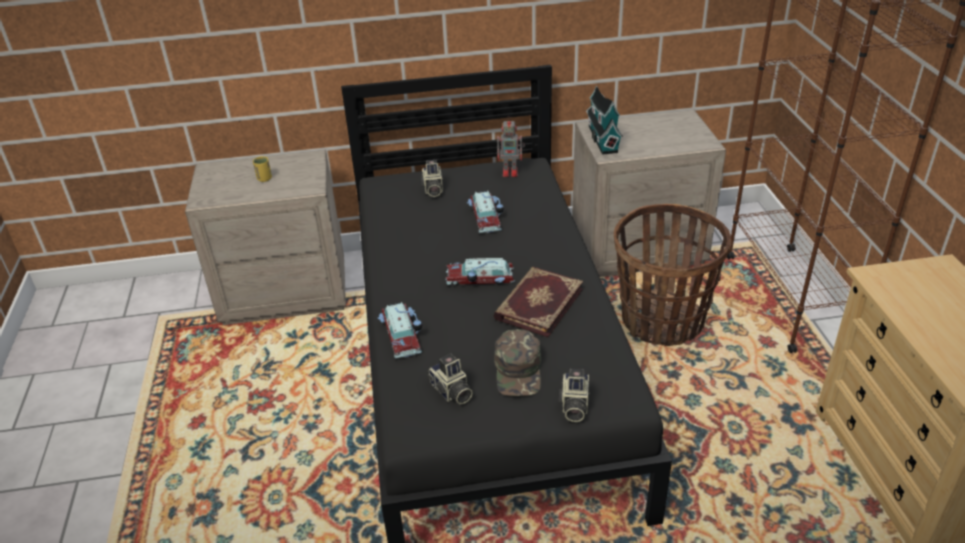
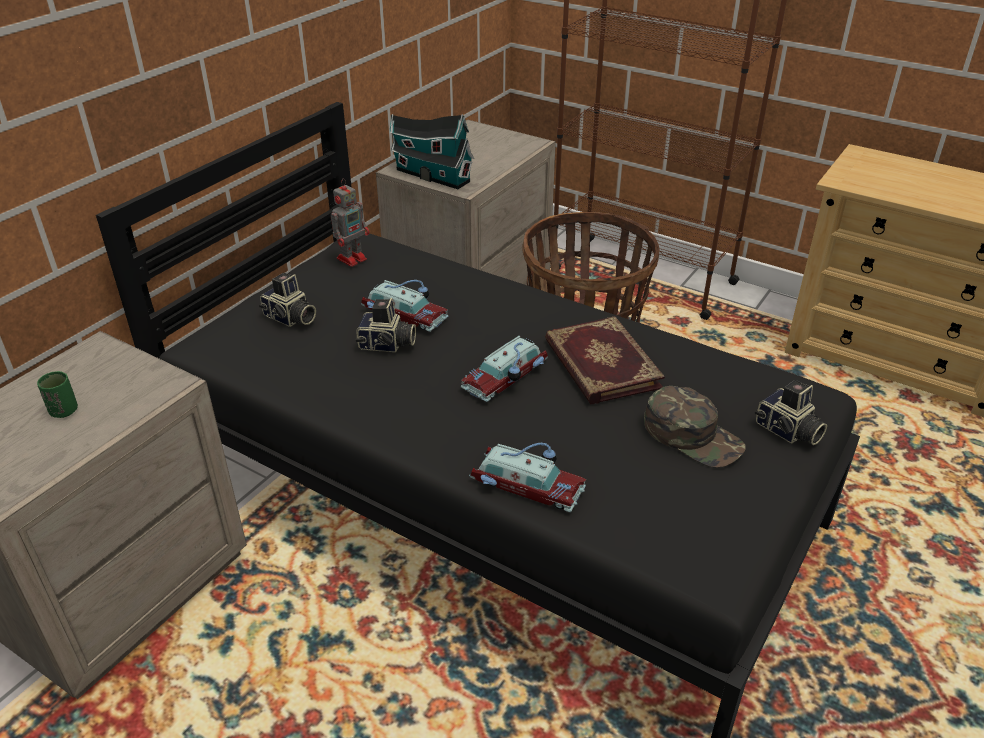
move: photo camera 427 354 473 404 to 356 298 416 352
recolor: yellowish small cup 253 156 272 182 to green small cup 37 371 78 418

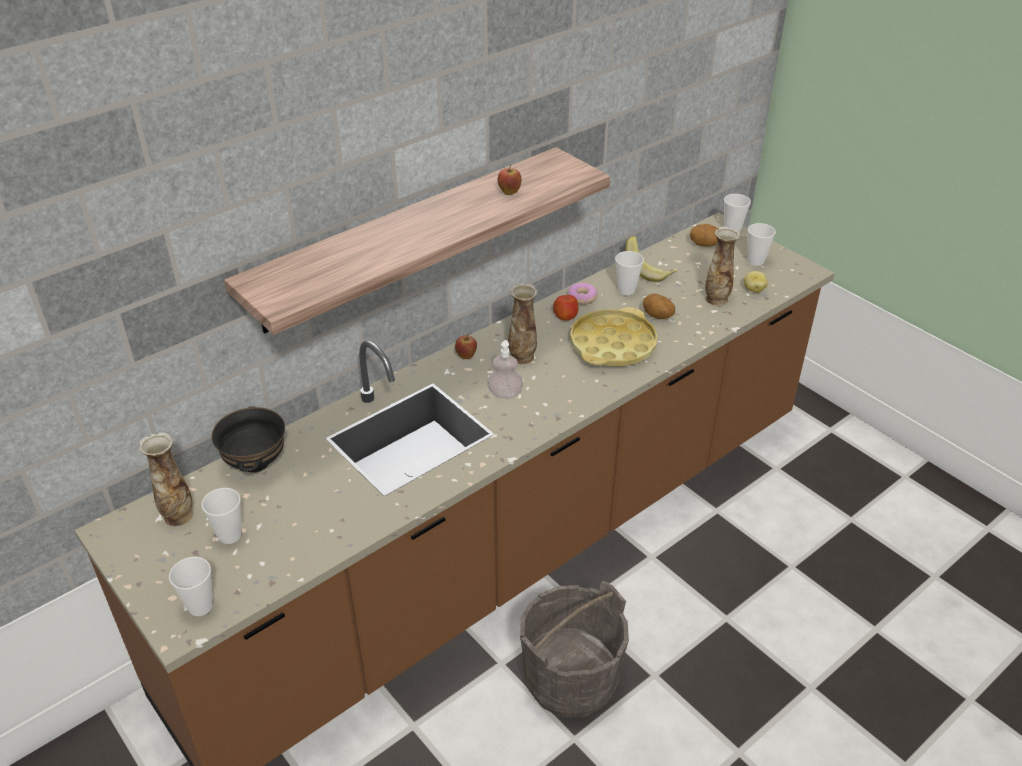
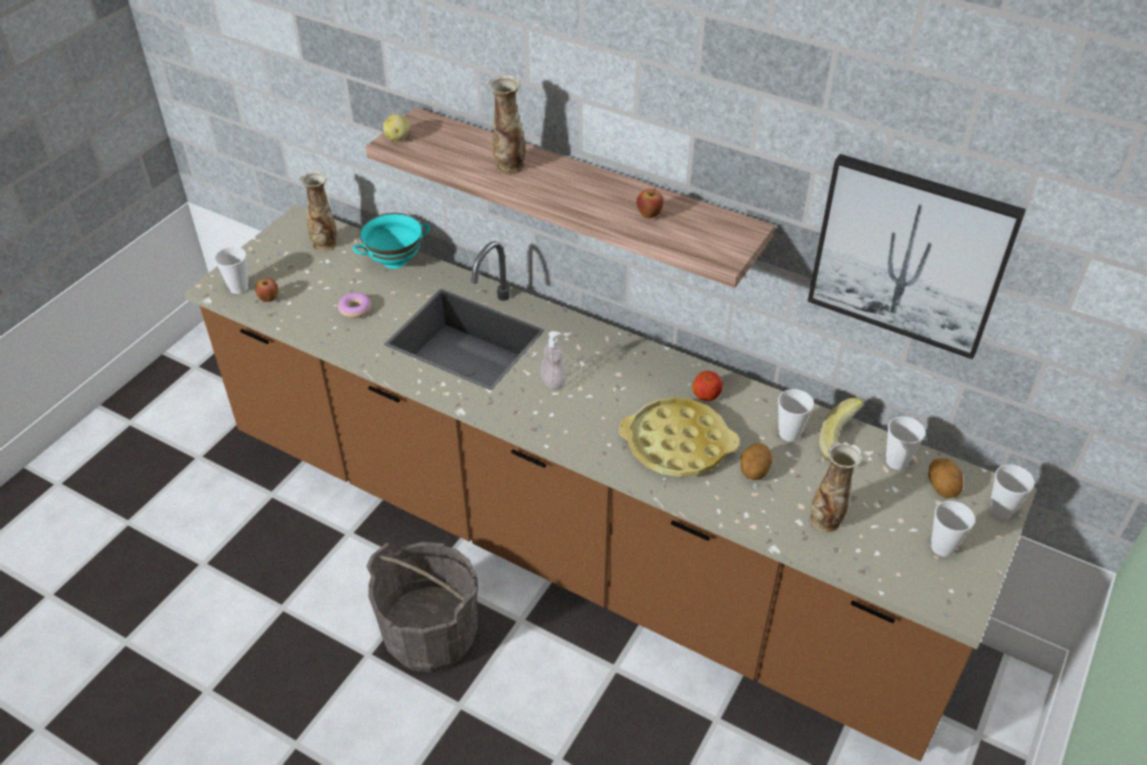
insert: wall art 807 154 1026 359
move: small cup 201 488 242 544 to 886 416 925 470; apple fruit 455 334 477 359 to 255 278 278 302; vase 508 283 538 364 to 488 75 526 174; doughnut 567 283 597 305 to 338 293 371 318; potato 744 271 768 293 to 383 114 411 142
recolor: blackish serving bowl 211 406 285 473 to turquoise serving bowl 353 213 430 269

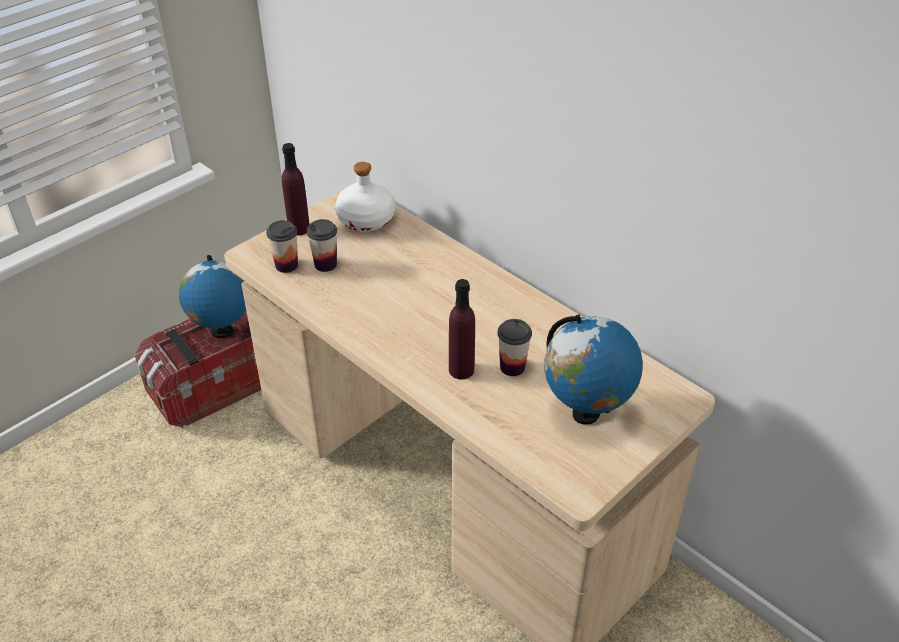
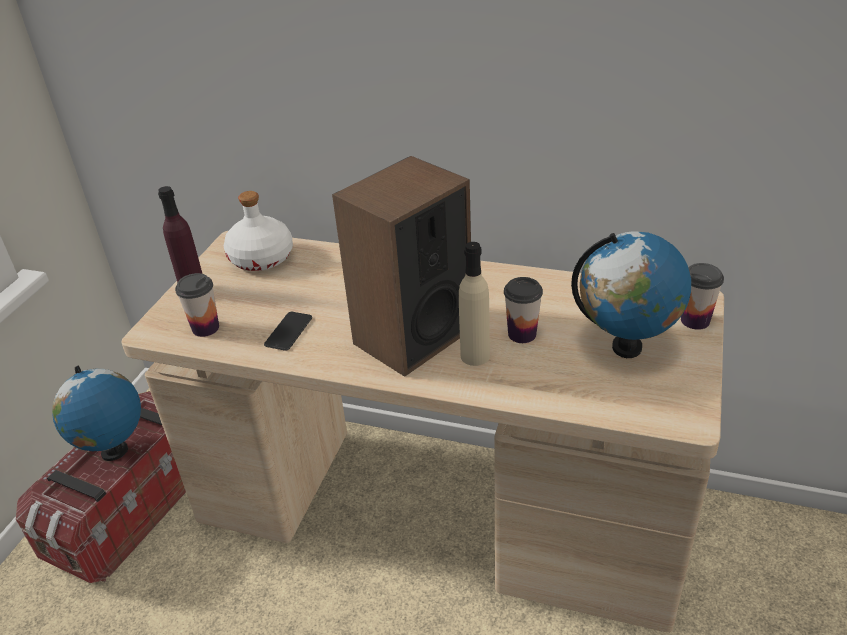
insert: handset 264 312 312 351; audio speaker 332 156 471 377
move: small cup 307 219 337 272 to 681 263 724 330
recolor: purple-coloured drink bottle 449 279 475 379 to beige-coloured drink bottle 459 242 490 366

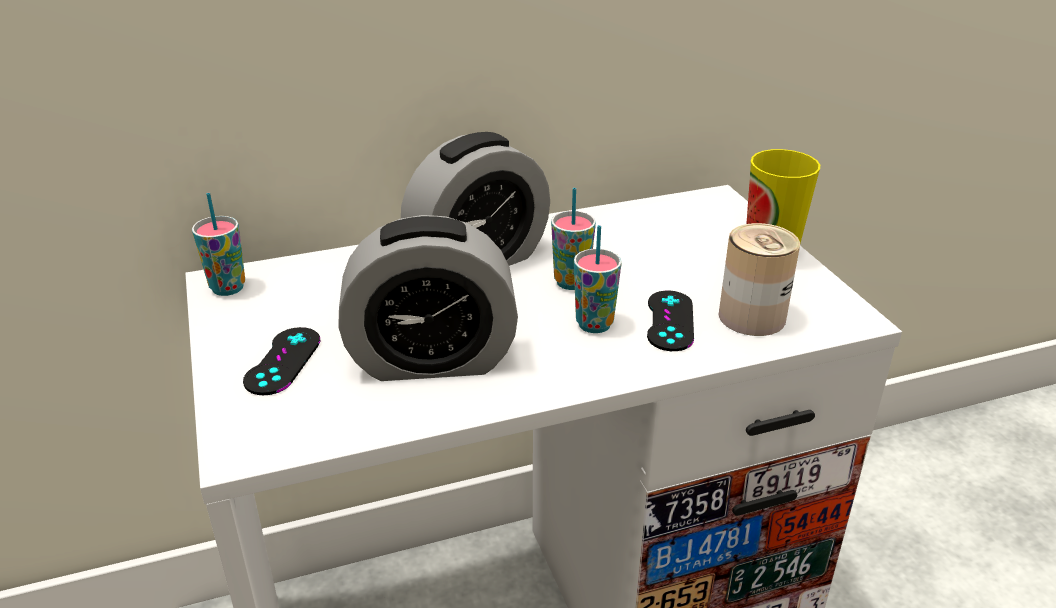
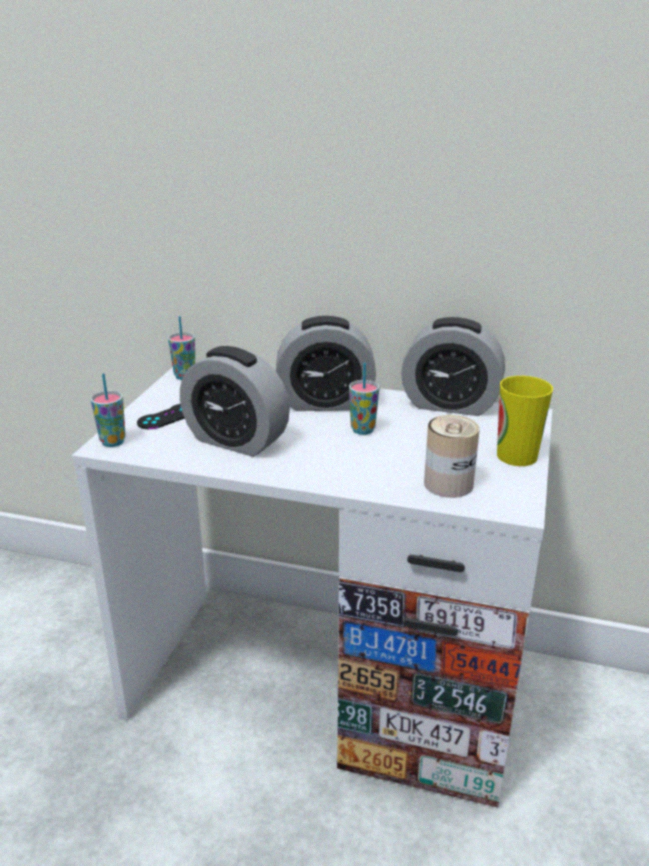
delete: blackish gamepad 647 291 694 351
insert: alarm clock 401 317 505 416
move: small cup 574 225 622 333 to 90 373 126 447

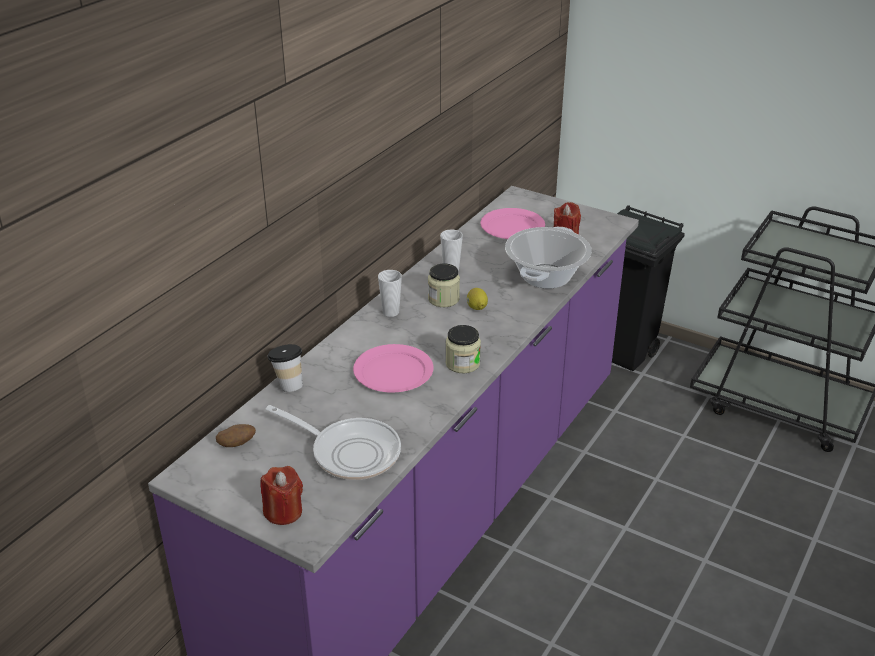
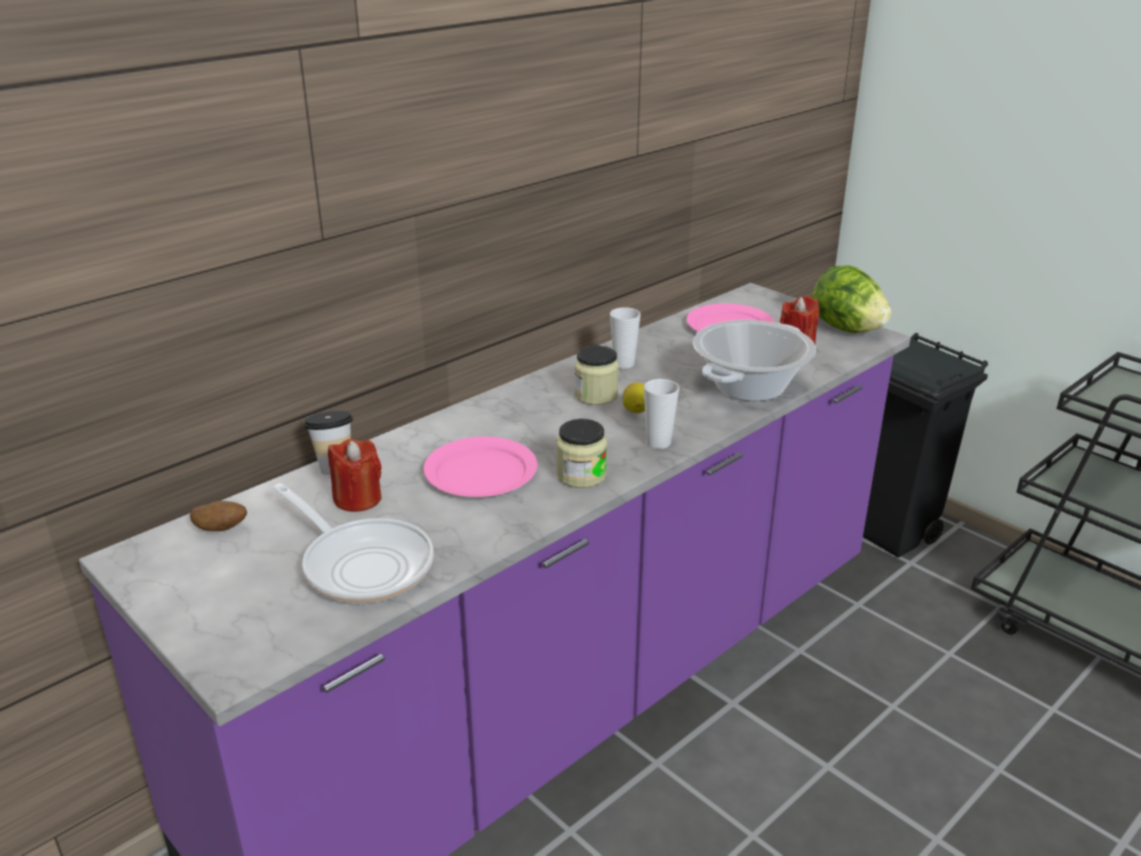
insert: lettuce 812 266 892 333
move: reddish candle 260 466 303 525 to 328 439 382 512; small cup 378 270 402 317 to 644 379 679 449

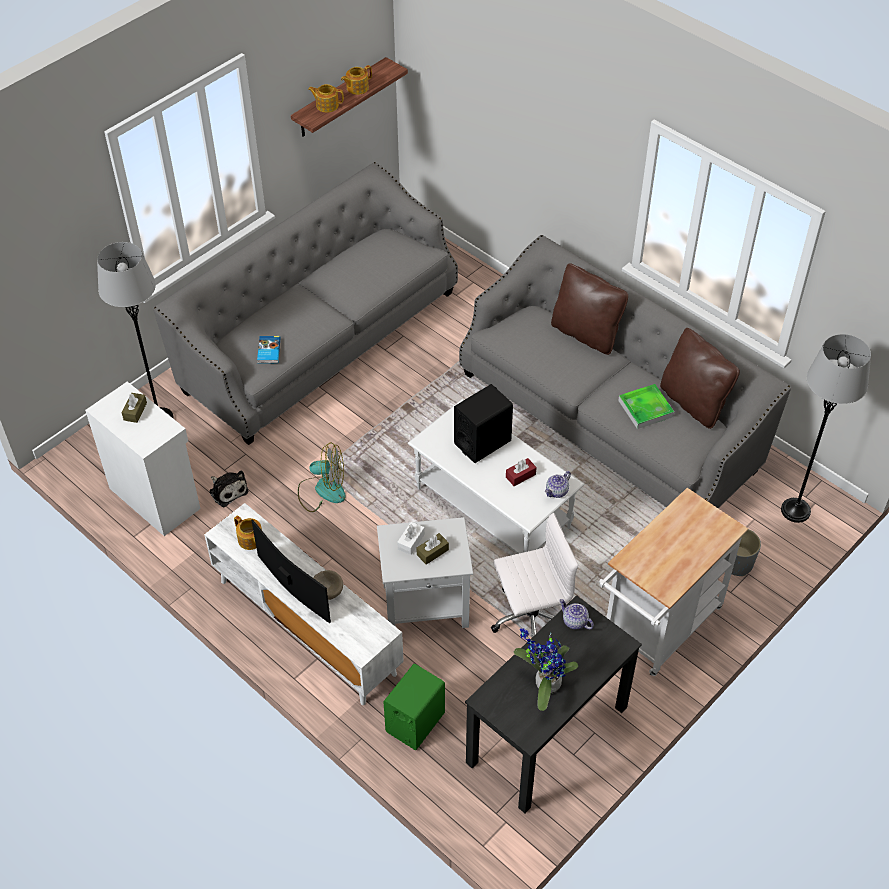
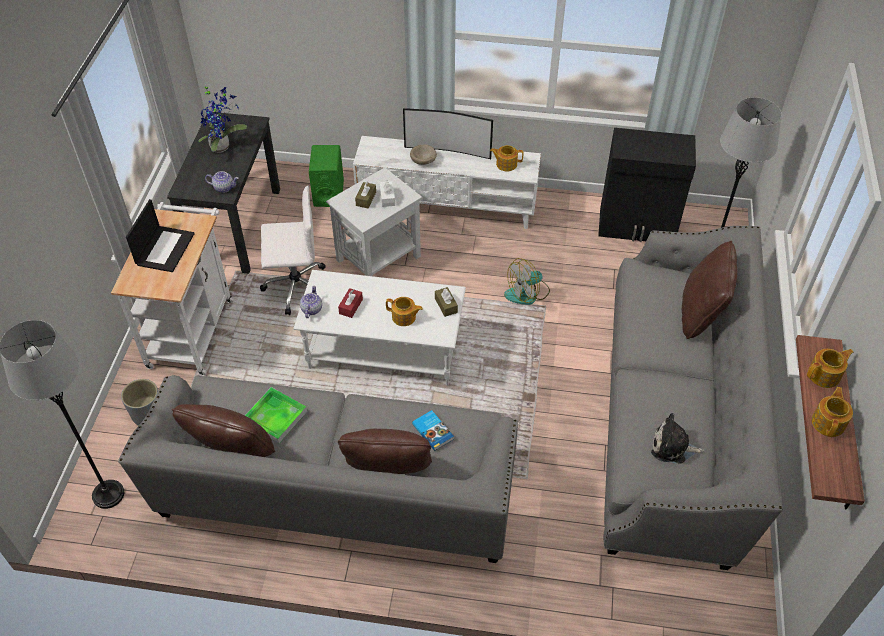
insert: notebook computer 126 199 195 272; brown-coloured cushion 682 241 737 339
move: brown-coloured tissue box 122 393 147 423 to 435 287 458 317; soft toy 209 470 248 507 to 651 413 704 464; bound book 257 336 281 364 to 412 410 454 451
replace: blackish audio speaker 454 384 513 463 to pot for tea 386 297 423 326
recolor: white-coloured cabinet 85 382 201 536 to blackish cabinet 598 128 696 242
rotate: white-coloured computer chair 491 512 578 637 = 260 186 326 315 135 degrees counterclockwise

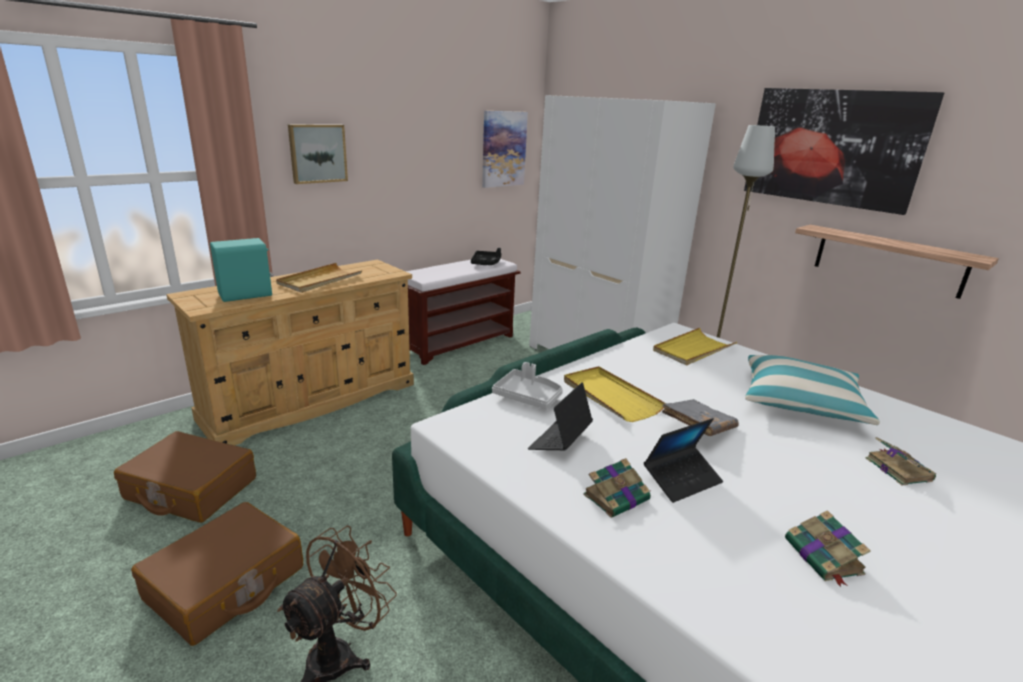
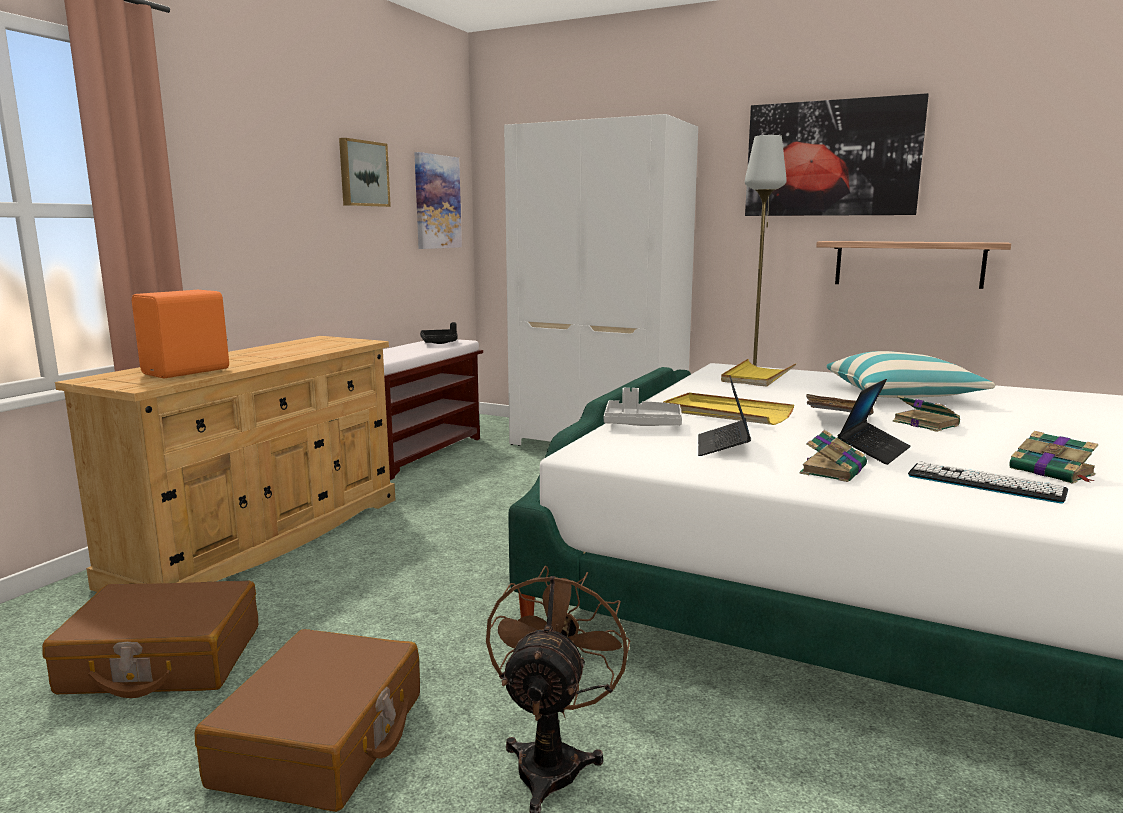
delete: beige-coloured serving tray 276 263 362 293
insert: keyboard 908 461 1068 503
move: wall art 288 124 348 184 to 339 138 391 207; bound book 866 437 936 486 to 893 396 960 432
recolor: turquoise audio speaker 210 238 273 302 to orangey audio speaker 132 290 229 378

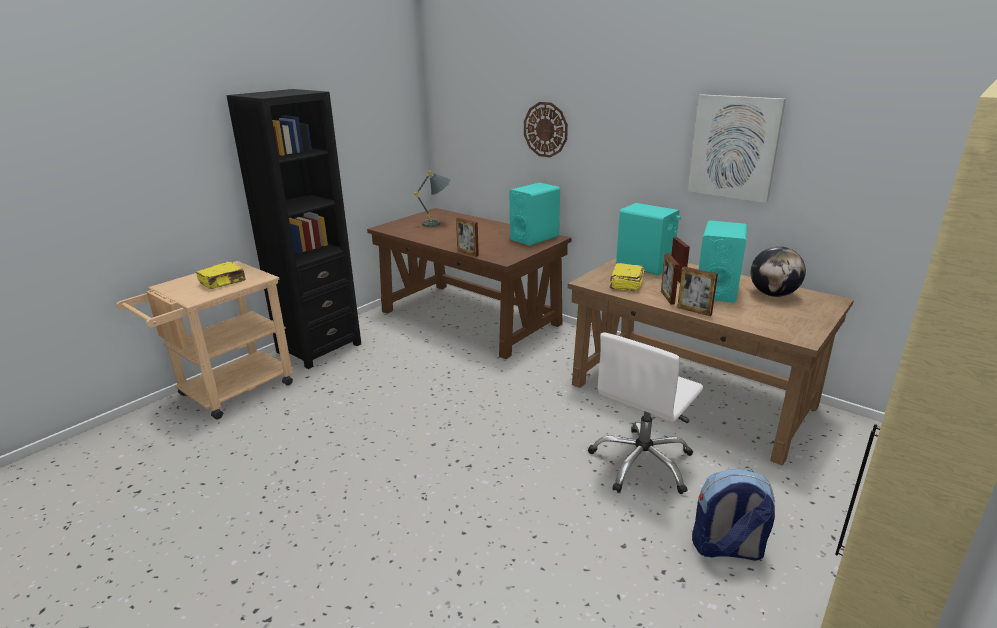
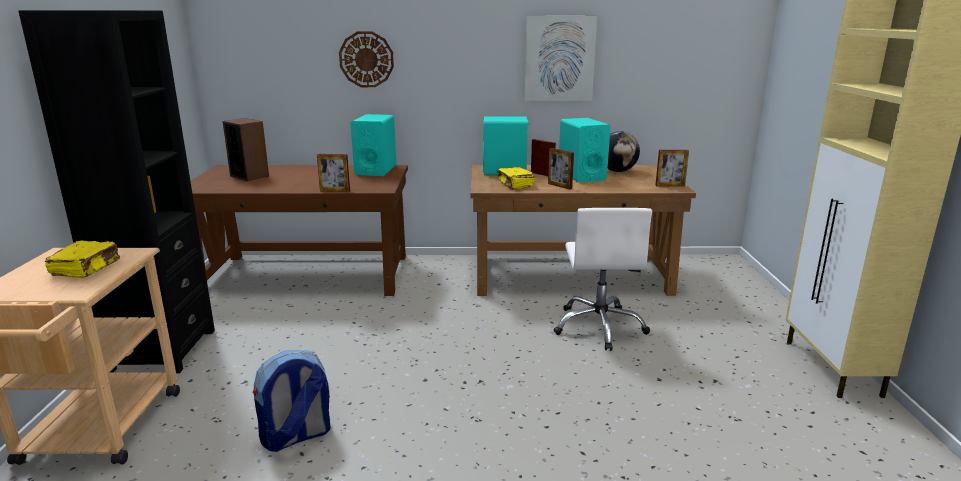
move: photo frame 677 267 718 316 to 655 150 689 187; backpack 692 469 775 561 to 253 350 331 452
replace: greyish table lamp 414 171 451 227 to audio speaker 223 118 269 181

